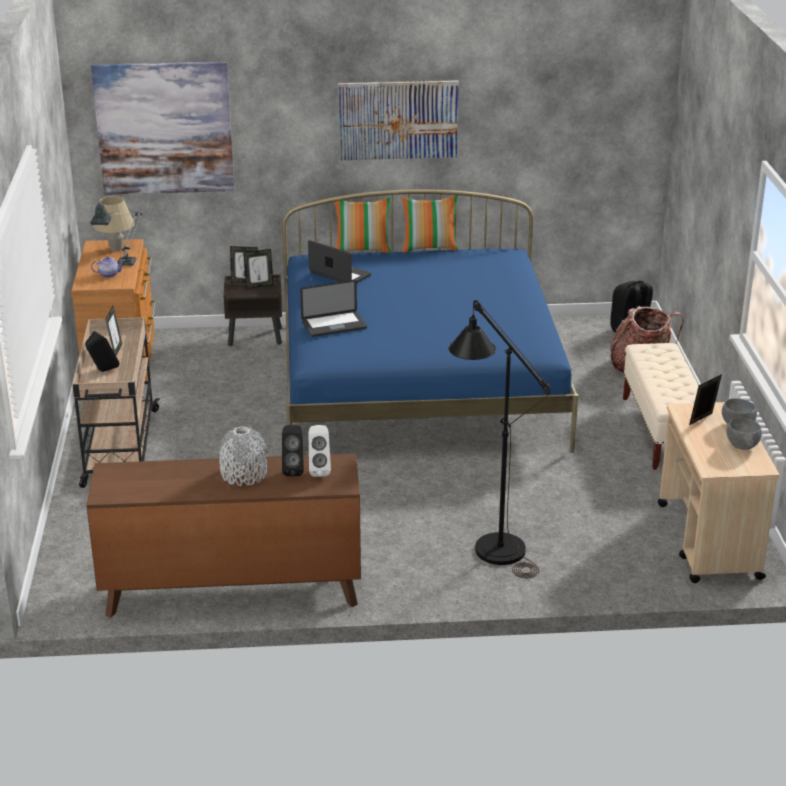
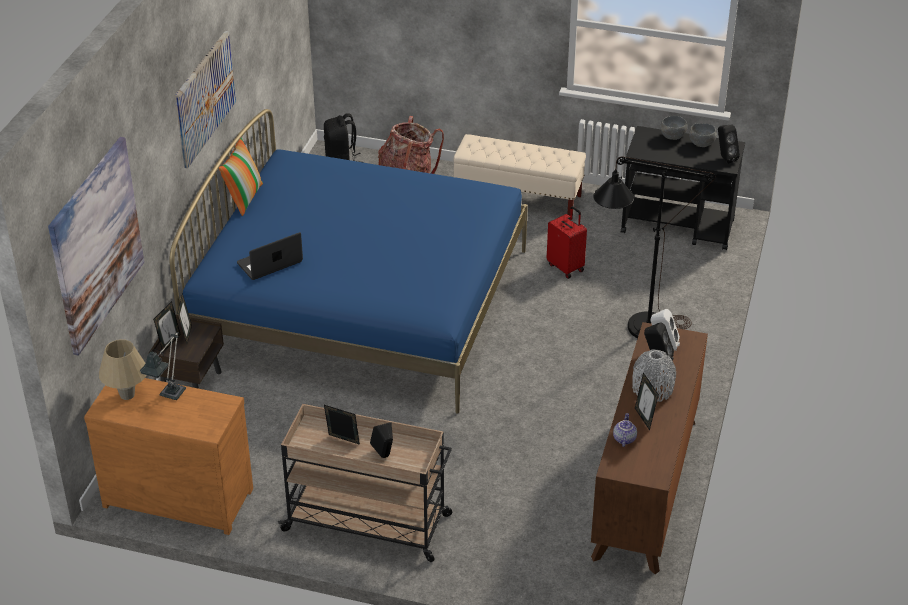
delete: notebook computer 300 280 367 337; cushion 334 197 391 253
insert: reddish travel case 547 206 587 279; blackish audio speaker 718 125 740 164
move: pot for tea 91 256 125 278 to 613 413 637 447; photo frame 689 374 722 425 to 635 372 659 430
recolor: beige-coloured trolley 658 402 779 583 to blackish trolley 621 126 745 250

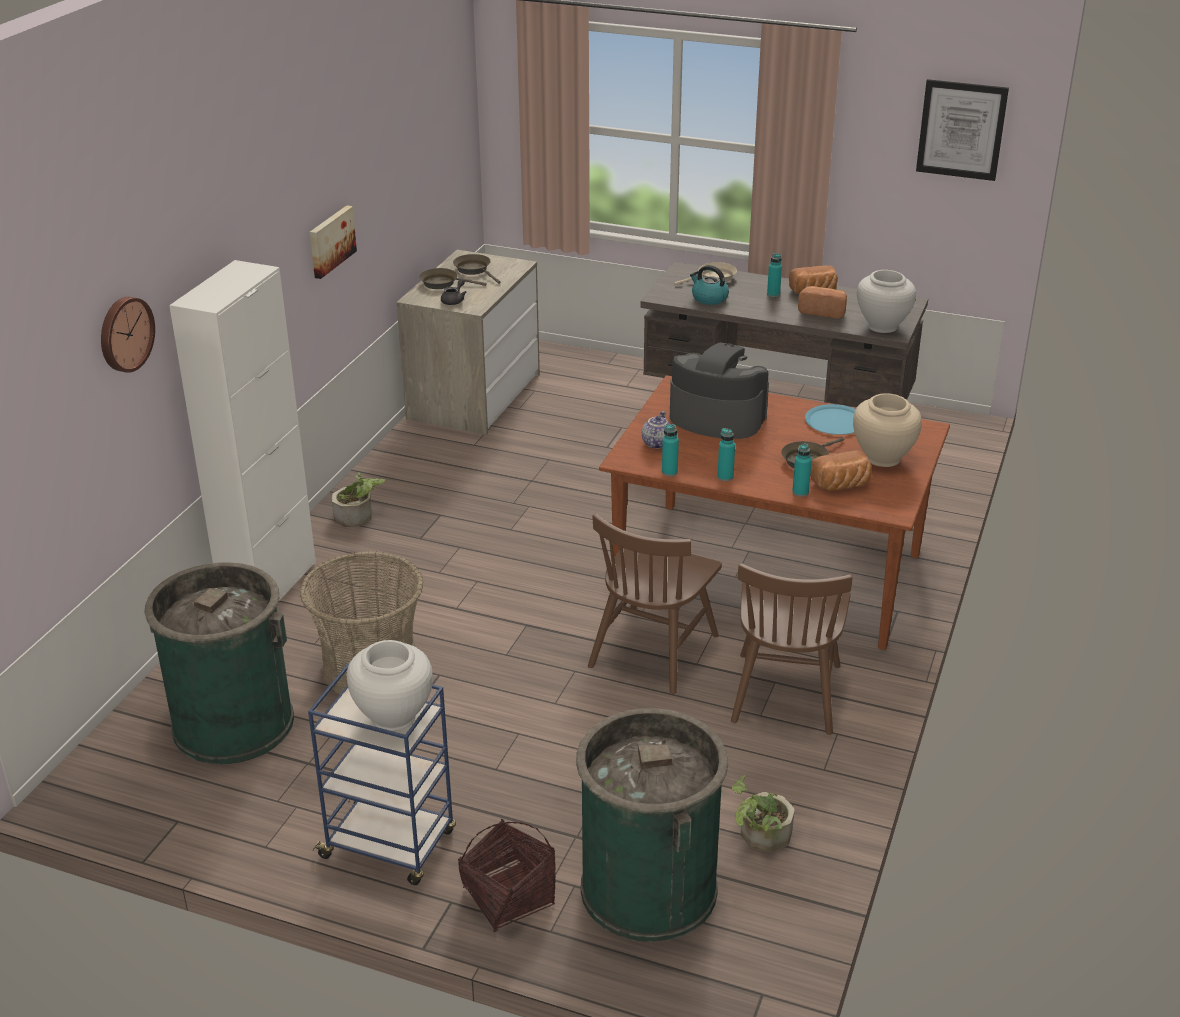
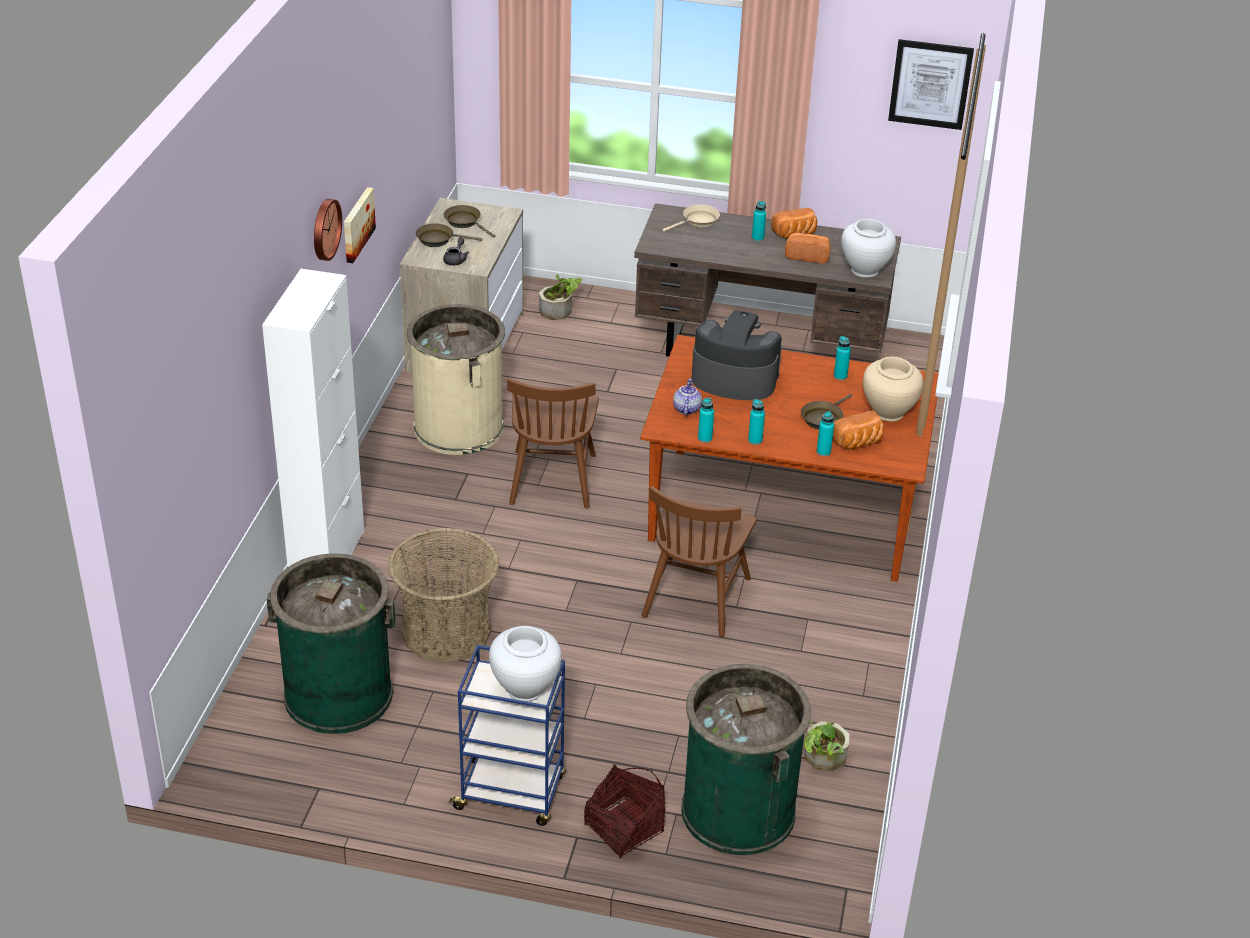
delete: tea kettle 690 265 729 305
insert: beige-coloured trash can 407 304 505 455
move: clock on the wall 101 297 155 373 to 314 199 342 261; houseplant 332 472 385 527 to 539 274 582 320; brown-coloured plain chair 731 563 852 735 to 507 378 599 509
replace: bluish dinner plate 805 404 856 435 to turquoise drink bottle 834 336 851 380

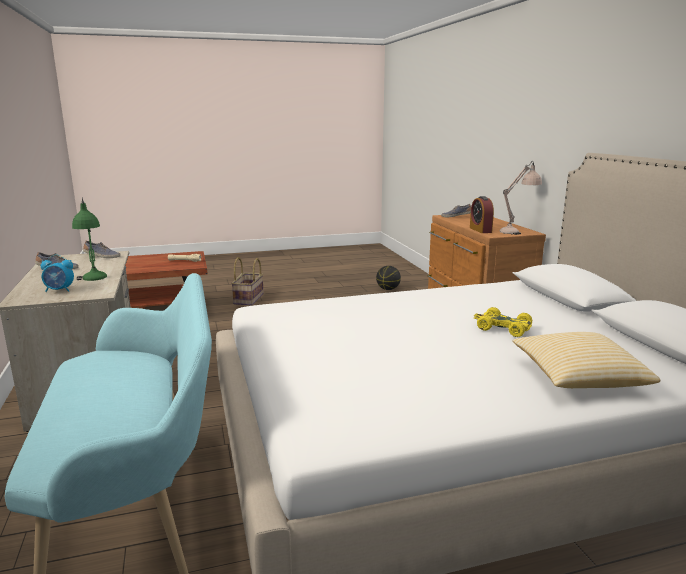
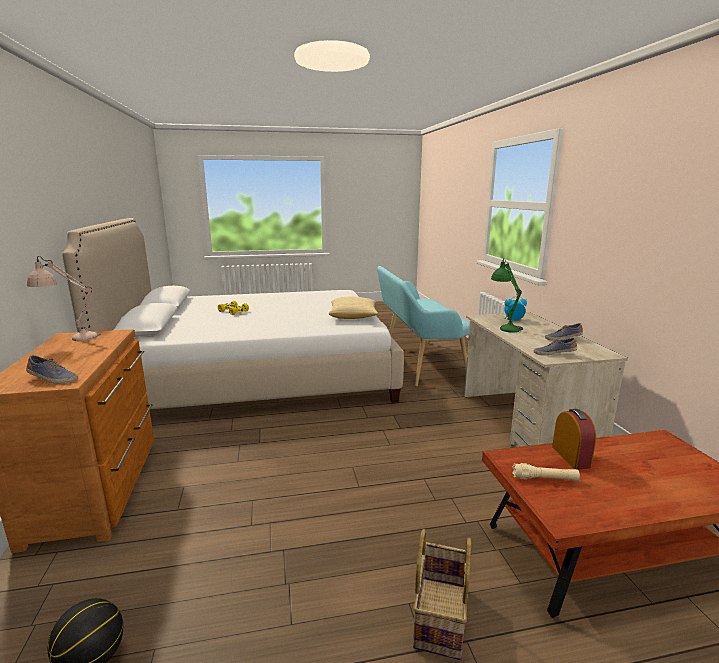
move: alarm clock 470 196 494 233 to 552 409 596 470; cushion 512 332 660 388 to 329 297 378 319

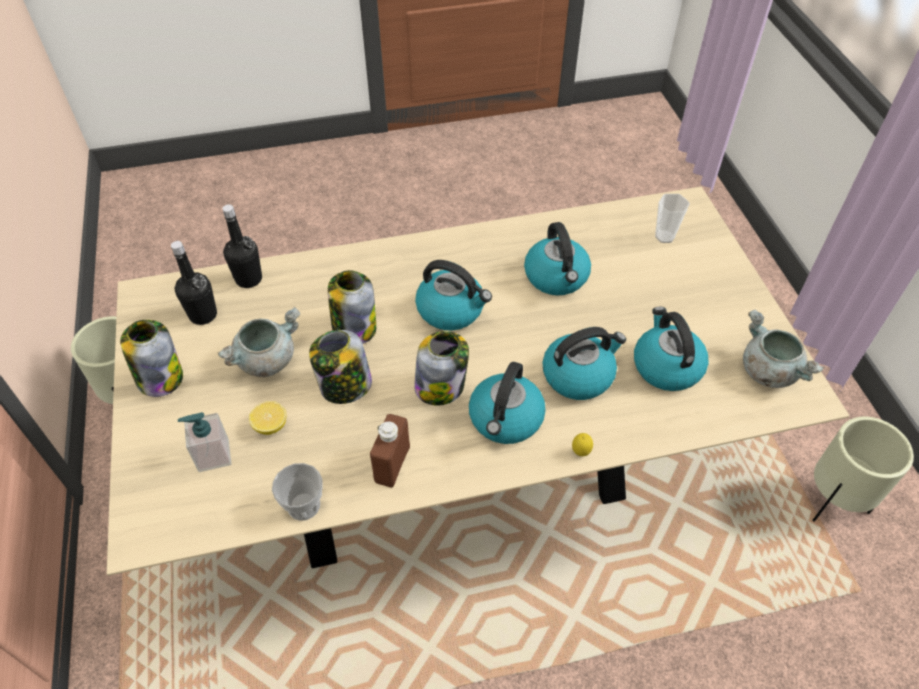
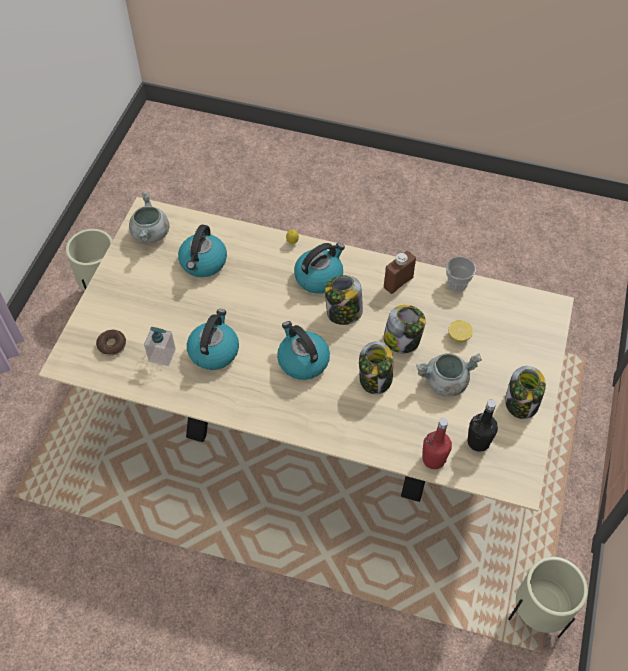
delete: tea kettle 543 327 626 400
move: soap bottle 178 412 231 472 to 144 327 176 366
replace: small cup 655 194 690 243 to doughnut 96 330 126 356
recolor: blackish drink bottle 222 204 262 288 to reddish drink bottle 423 418 452 469

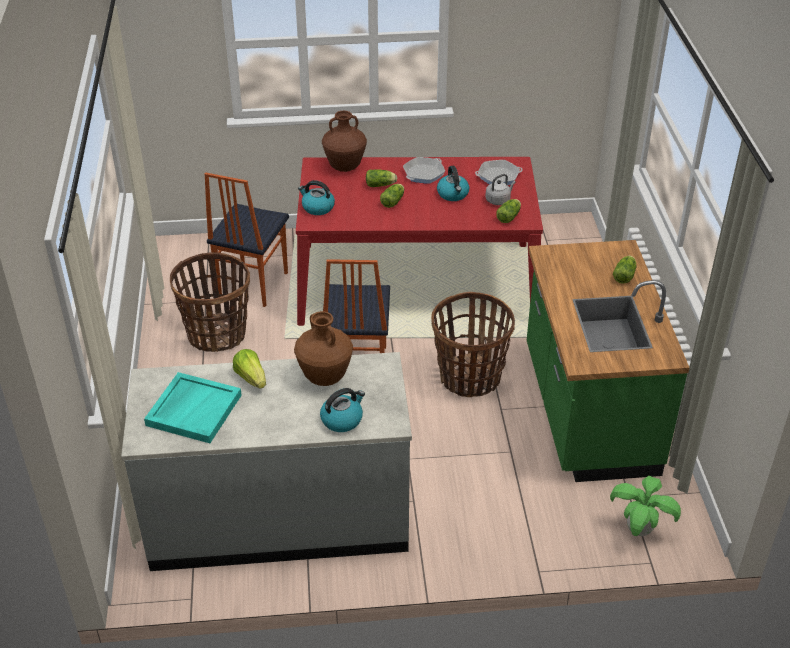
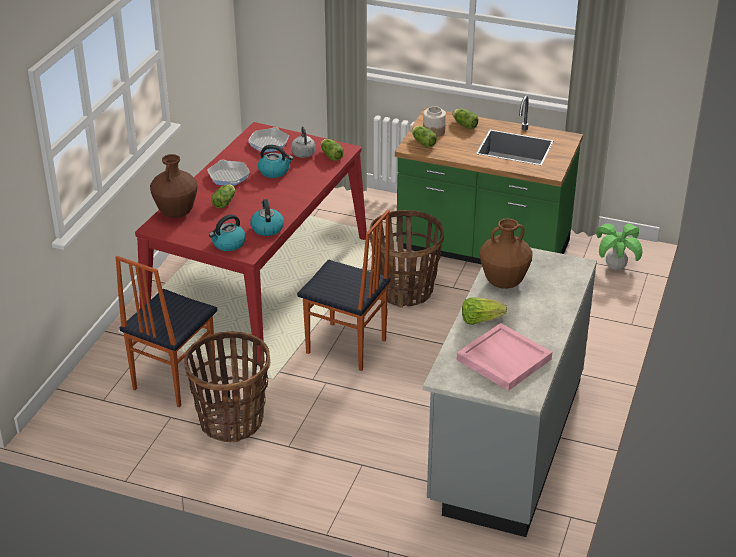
insert: storage jar 423 106 446 137
move: tea kettle 320 388 365 432 to 250 199 284 236; lettuce 380 184 404 208 to 412 126 437 148
recolor: turquoise serving tray 144 372 242 443 to pinkish serving tray 456 323 552 391
rotate: plain chair 204 172 289 307 = 115 256 217 407 75 degrees clockwise

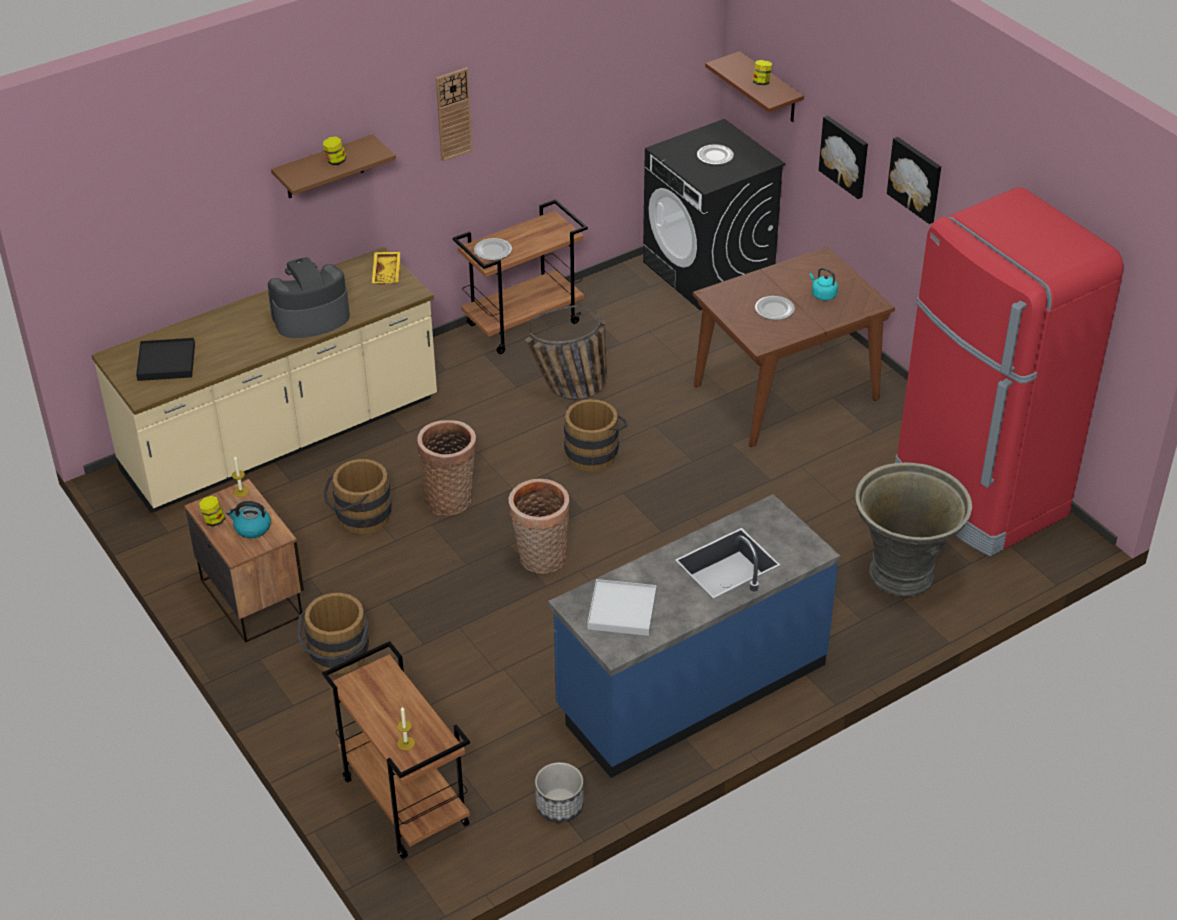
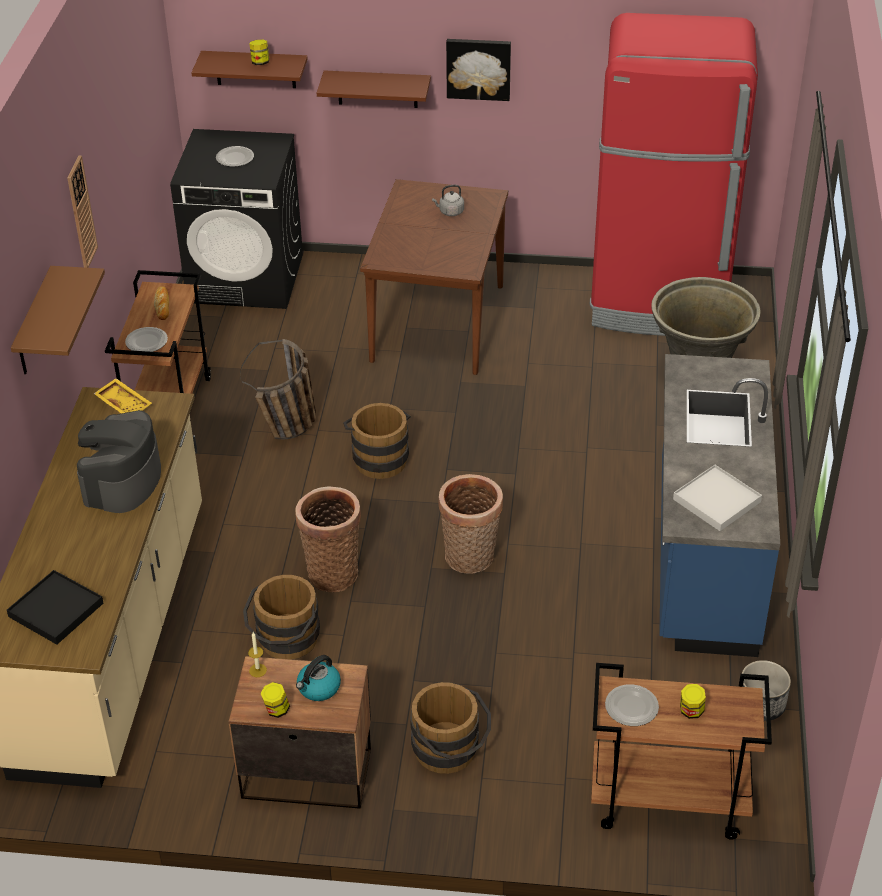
delete: candle 397 707 415 750
insert: baked bread 154 286 169 320
move: storage jar 323 136 347 165 to 680 684 706 719; dinner plate 755 296 795 320 to 605 684 659 726
replace: wall art 819 116 868 199 to brown-coloured wall shelf 317 70 431 108
recolor: turquoise tea kettle 810 268 838 301 to greyish tea kettle 432 185 464 216

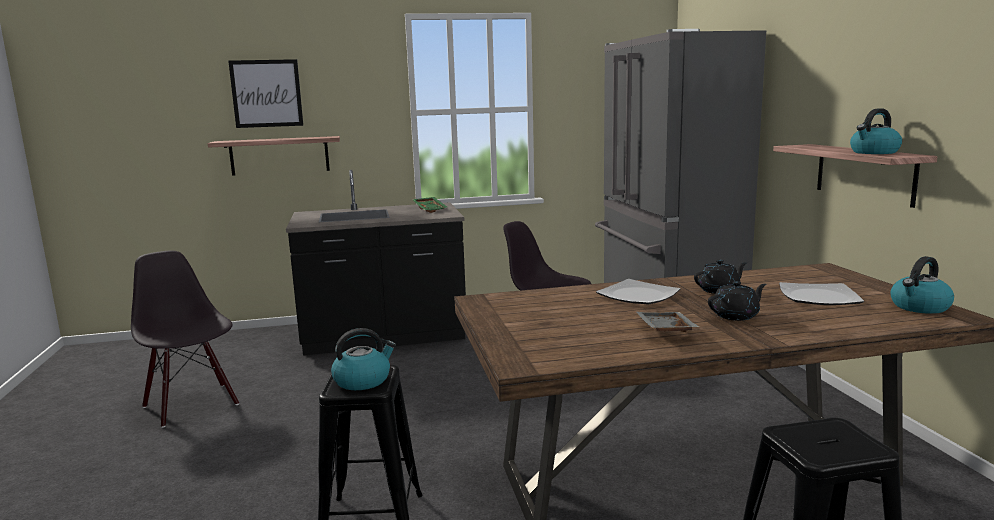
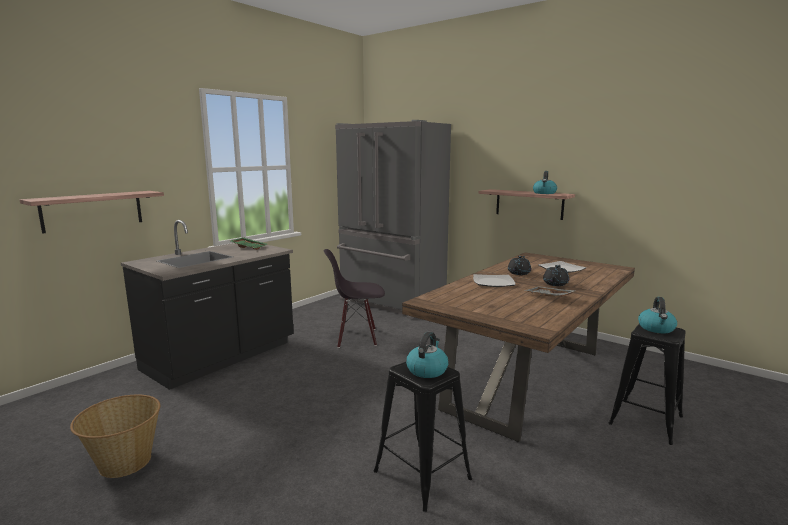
delete: wall art 228 59 303 128
move: tea kettle 890 256 954 314 to 638 297 677 333
replace: blackish plain chair 131 251 239 428 to basket 70 394 160 478

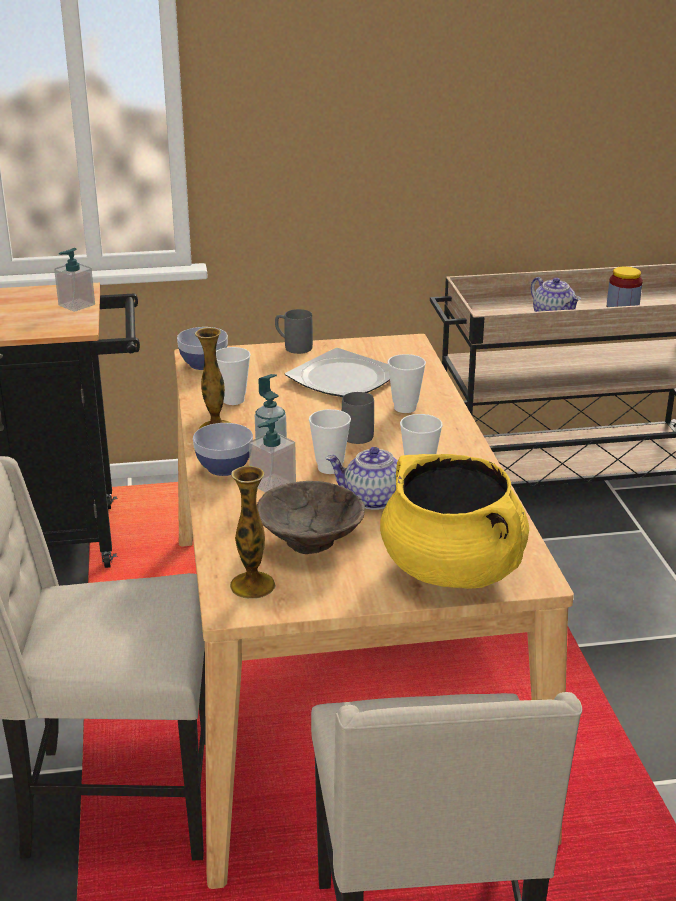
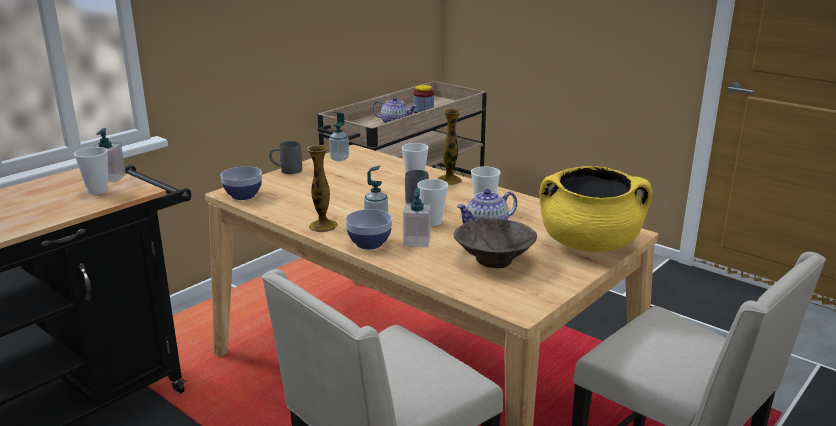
delete: dinner plate 285 348 390 397
insert: soap bottle 329 112 349 161
move: small cup 216 347 251 405 to 74 147 108 195; vase 230 466 276 599 to 437 109 462 185

